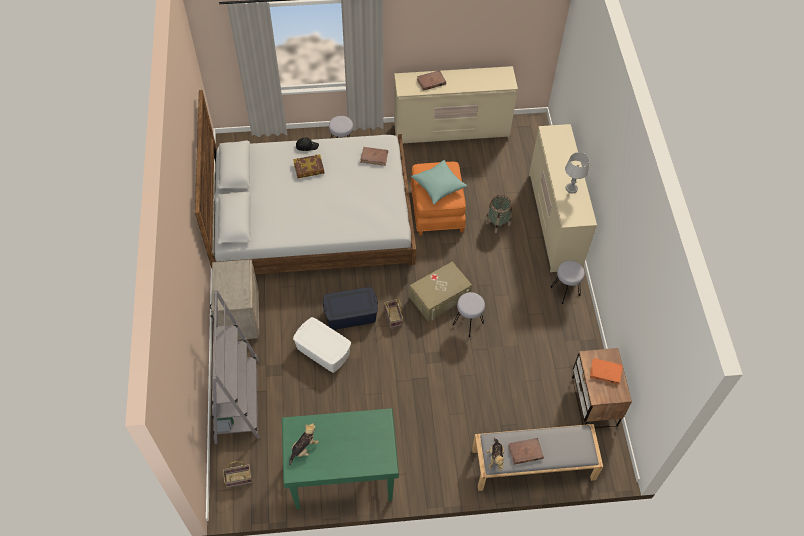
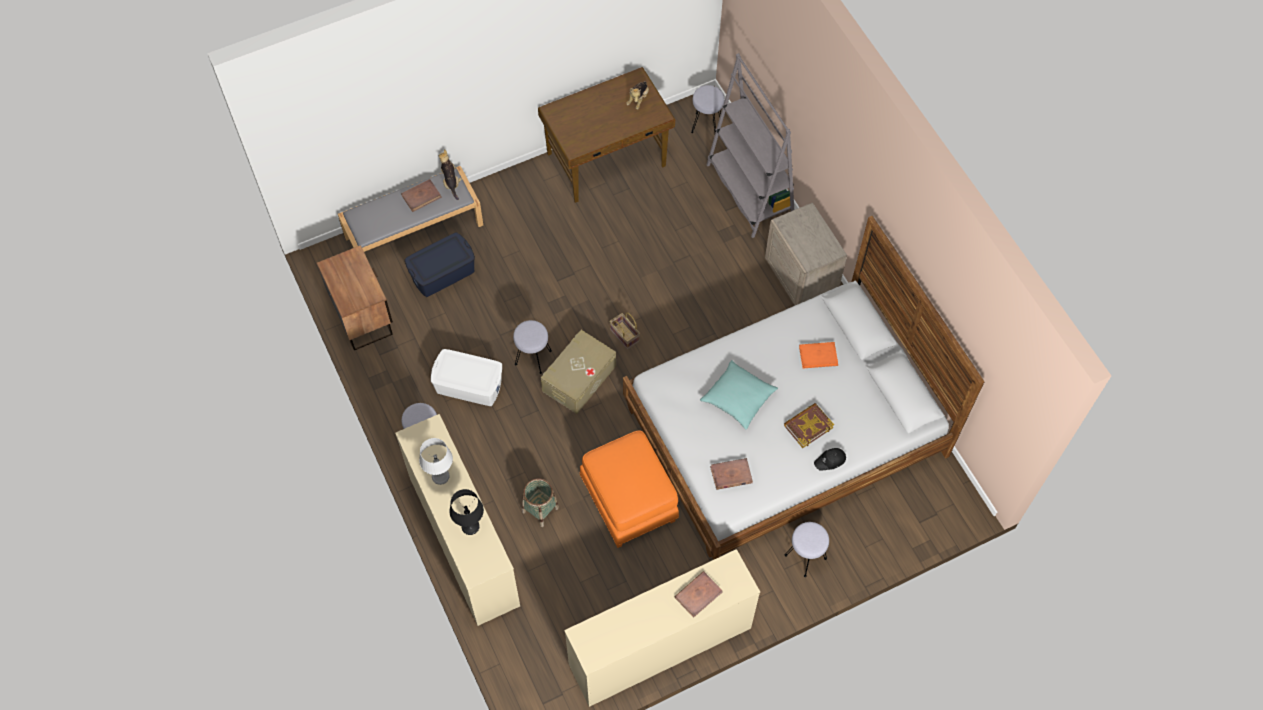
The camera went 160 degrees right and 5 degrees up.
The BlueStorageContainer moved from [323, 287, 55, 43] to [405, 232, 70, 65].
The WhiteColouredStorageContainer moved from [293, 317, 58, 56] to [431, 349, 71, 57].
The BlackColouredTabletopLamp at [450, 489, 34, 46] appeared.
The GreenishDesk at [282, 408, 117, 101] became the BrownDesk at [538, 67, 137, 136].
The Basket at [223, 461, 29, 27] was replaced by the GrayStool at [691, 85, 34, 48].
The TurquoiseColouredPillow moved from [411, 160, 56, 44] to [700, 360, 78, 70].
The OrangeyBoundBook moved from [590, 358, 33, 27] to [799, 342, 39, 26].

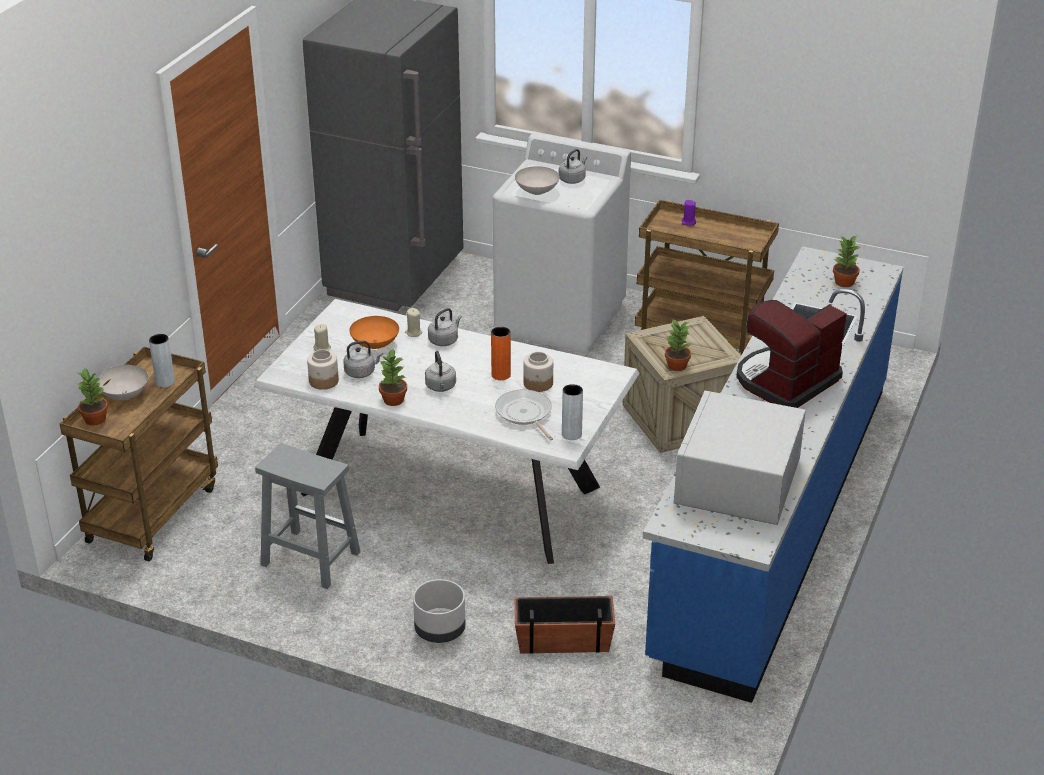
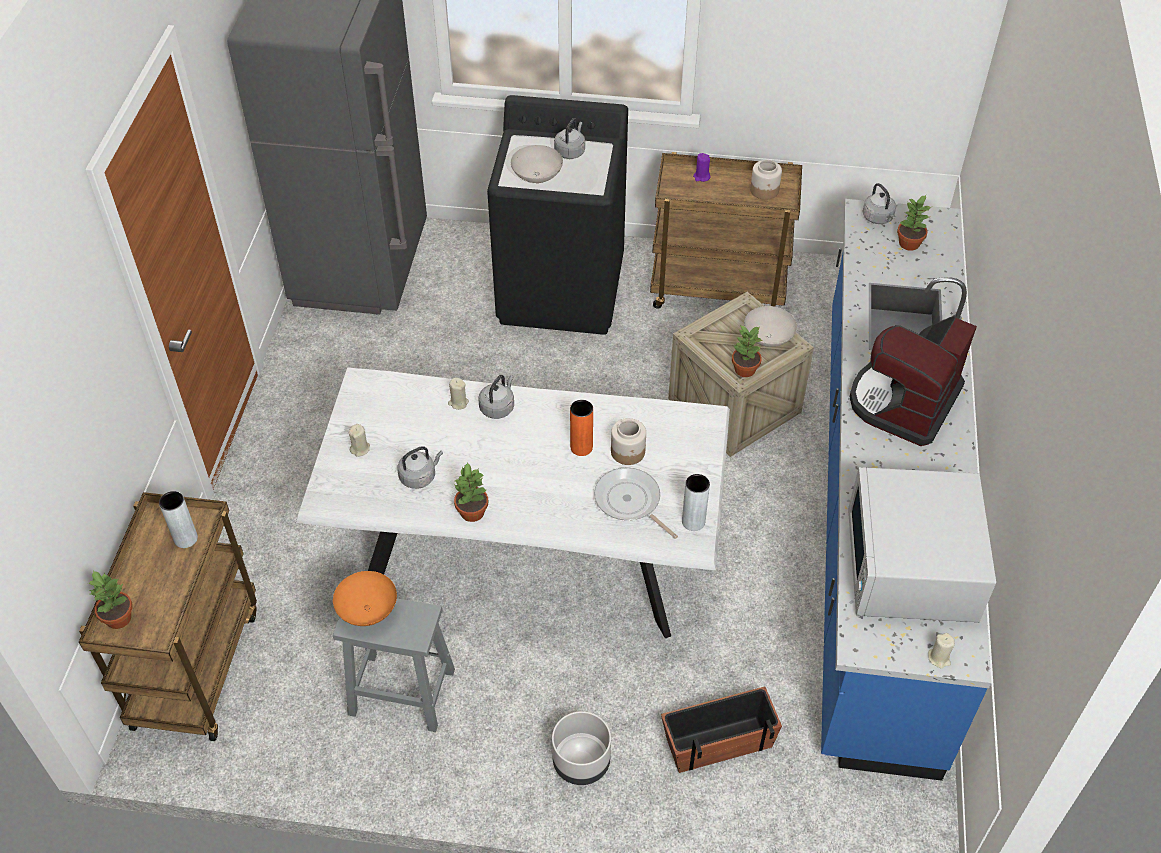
The camera went 15 degrees left and 15 degrees up.
The OrangeyServingBowl moved from [349, 316, 50, 33] to [333, 571, 64, 55].
The WhiteColouredWashingMachine at [493, 133, 138, 220] became the BlackColouredWashingMachine at [487, 95, 141, 240].
The WhiteColouredServingBowl moved from [97, 365, 51, 35] to [744, 306, 53, 41].
The Jar moved from [307, 349, 32, 41] to [750, 160, 32, 40].
The GrayWaterKettle moved from [425, 351, 31, 41] to [863, 183, 33, 41].
The BeigeWaxCandle at [928, 633, 27, 35] appeared.

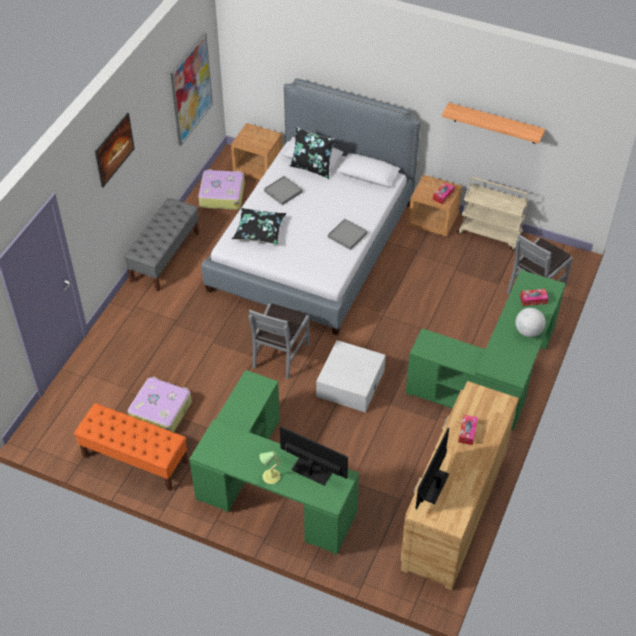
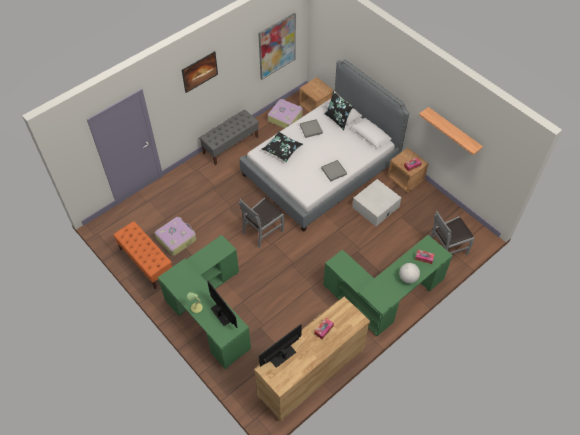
The camera went 25 degrees right and 5 degrees up.
The WhiteColouredStorageContainer moved from [316, 340, 70, 73] to [352, 179, 49, 47].
The BeigeCart at [458, 177, 70, 73] disappeared.

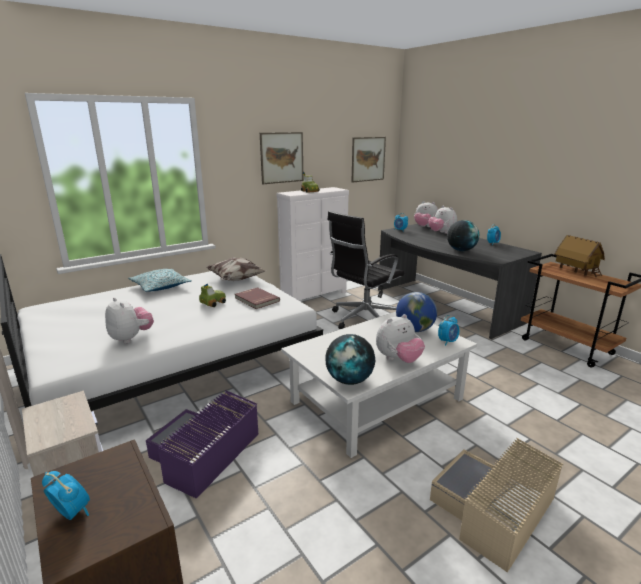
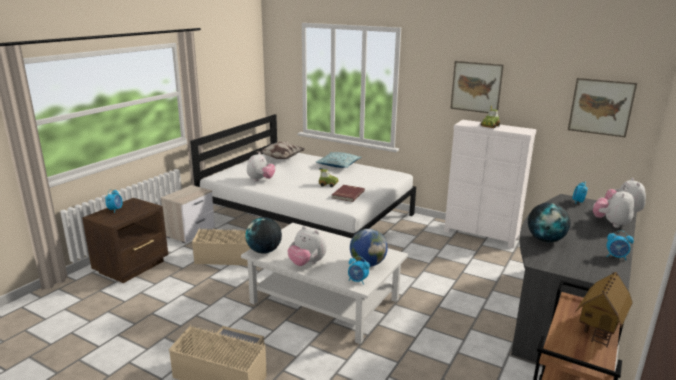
The camera went 65 degrees right and 0 degrees up.
The PurplishStorageContainer at [146, 390, 112, 109] became the BeigeStorageContainer at [192, 228, 59, 37].
The Pillow moved from [206, 257, 60, 24] to [257, 141, 48, 18].
The BlackColouredComputerChair at [327, 211, 77, 118] disappeared.

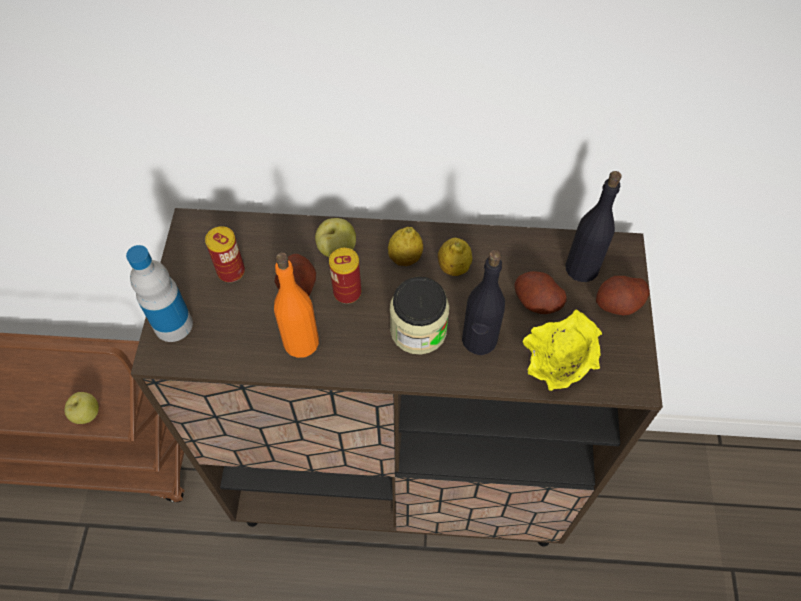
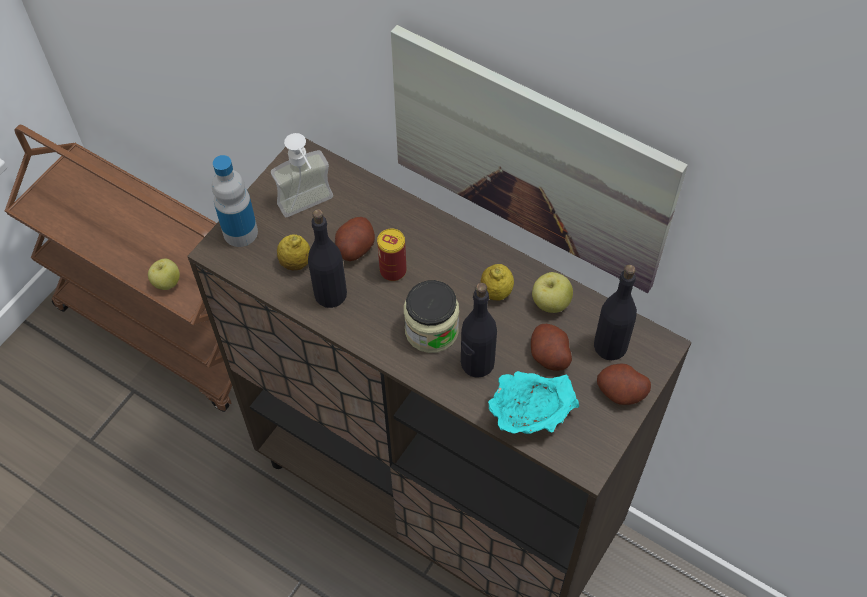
The camera went 30 degrees right and 0 degrees up.
The MetalCan at [205, 226, 40, 57] was replaced by the LiquidSoapBottle at [271, 133, 62, 84].
The Lemon moved from [388, 227, 35, 39] to [277, 234, 33, 36].
The OrangeyBottle at [274, 253, 45, 105] became the BlackColouredBottle at [308, 209, 39, 99].
The WallPicture at [391, 25, 297, 268] appeared.
The YellowColouredServingBowl at [523, 310, 79, 81] became the TurquoiseColouredServingBowl at [488, 371, 91, 63].
The AppleFruit moved from [315, 218, 41, 39] to [532, 272, 41, 41].

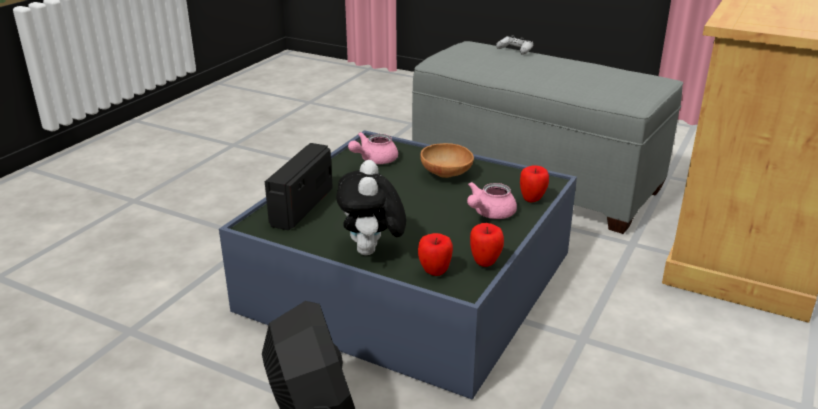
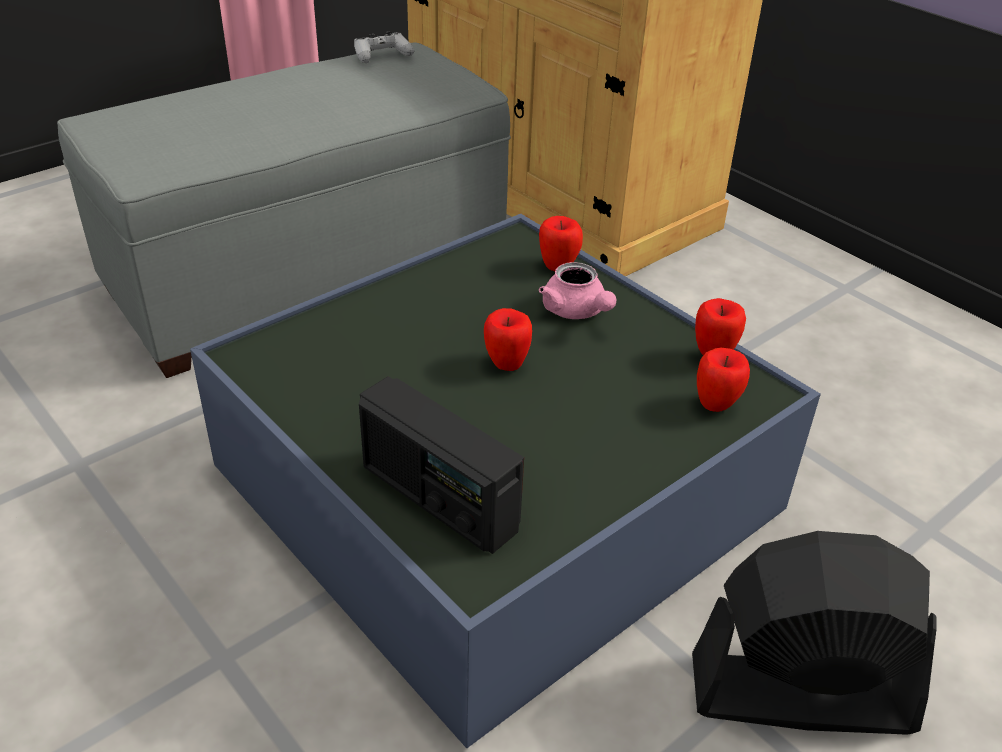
The camera went 70 degrees left and 10 degrees up.
The WhiteColouredGamepad moved from [496, 35, 37, 20] to [354, 31, 60, 32].
The AppleFruit at [484, 308, 48, 63] appeared.
The CuddlyToy at [336, 160, 70, 95] disappeared.
The PinkTeapot at [348, 132, 50, 32] disappeared.
The BrownServingBowl at [420, 143, 54, 35] disappeared.

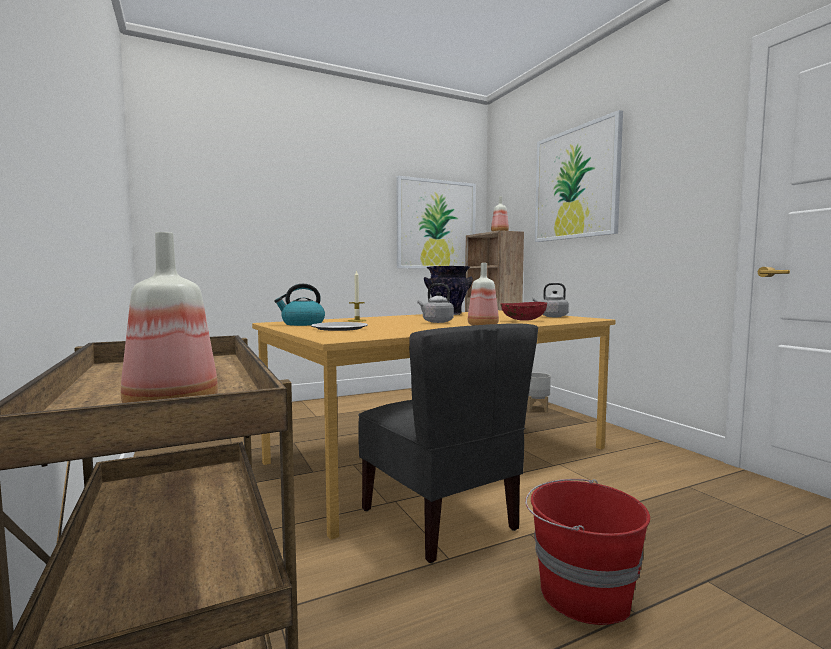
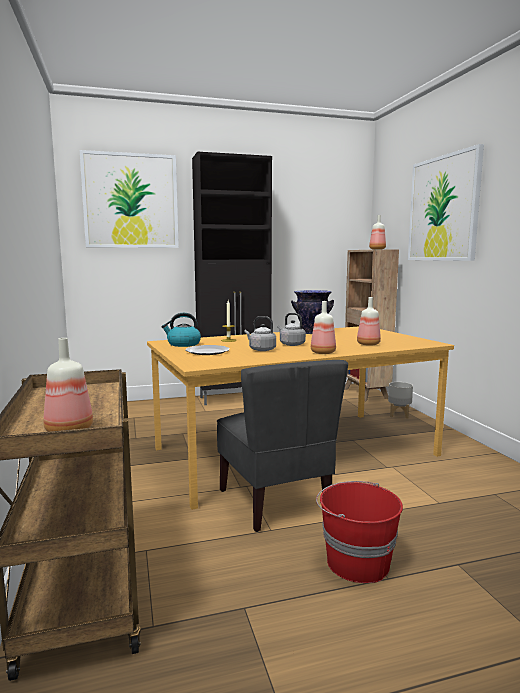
The camera went 10 degrees right and 5 degrees up.
The WallPicture moved from [396, 176, 80, 93] to [80, 150, 99, 98].
The BlackColouredCupboard at [192, 152, 80, 253] appeared.
The GrayWaterKettle moved from [532, 283, 37, 34] to [245, 316, 31, 35].
The ReddishServingBowl at [500, 302, 47, 19] was replaced by the Bottle at [357, 297, 24, 49].

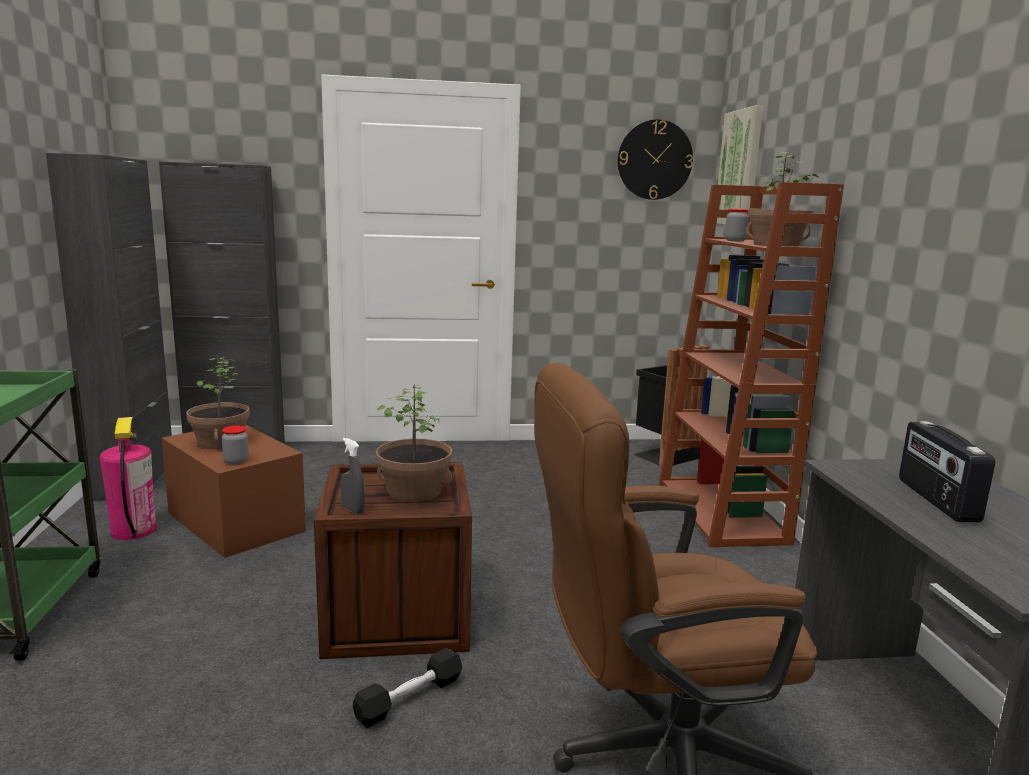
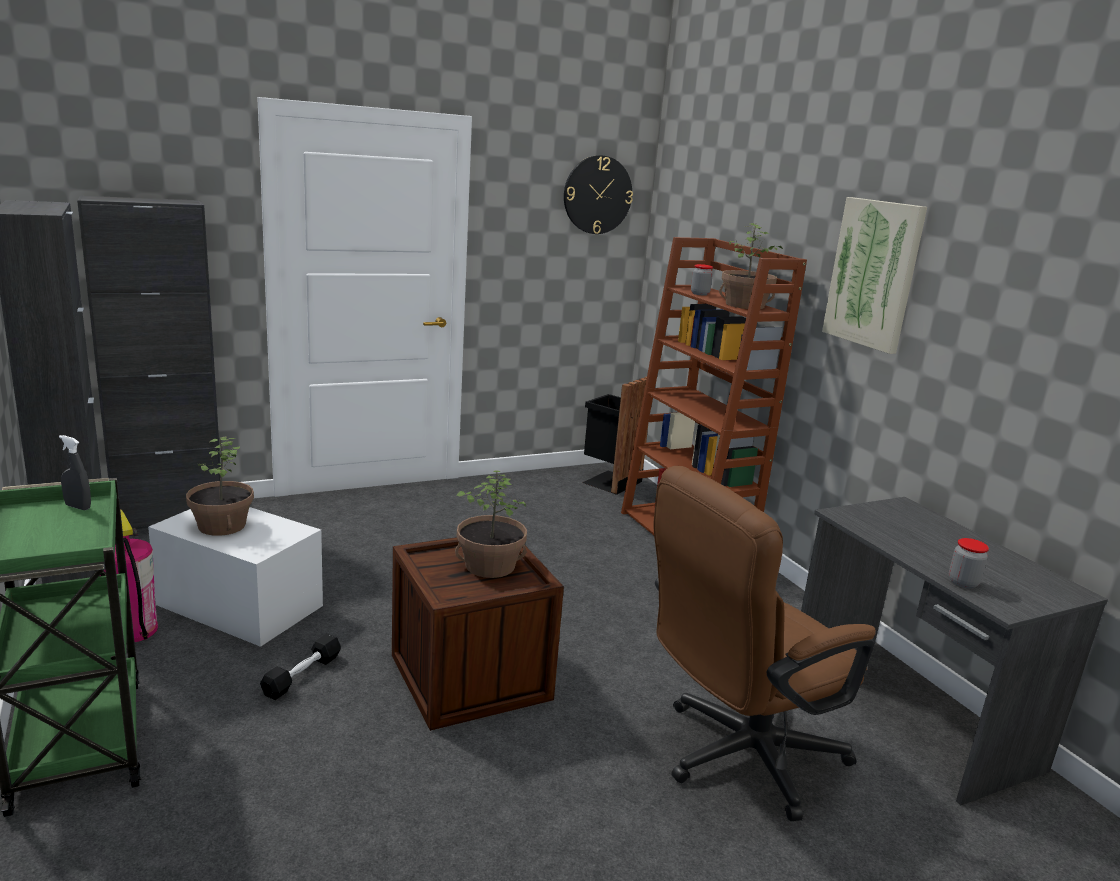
The camera went 20 degrees left and 5 degrees up.
The GraySprayBottle moved from [340, 438, 25, 76] to [59, 435, 32, 75].
The BrownStorageContainer at [162, 425, 144, 133] became the WhiteColouredStorageContainer at [148, 507, 175, 140].
The BlackColouredDumbbell moved from [353, 648, 109, 80] to [260, 634, 81, 66].
The WallPicture moved from [716, 105, 47, 119] to [822, 197, 105, 157].
The Jar moved from [222, 425, 27, 40] to [949, 538, 40, 50].
The RadioSet at [899, 421, 96, 101] disappeared.

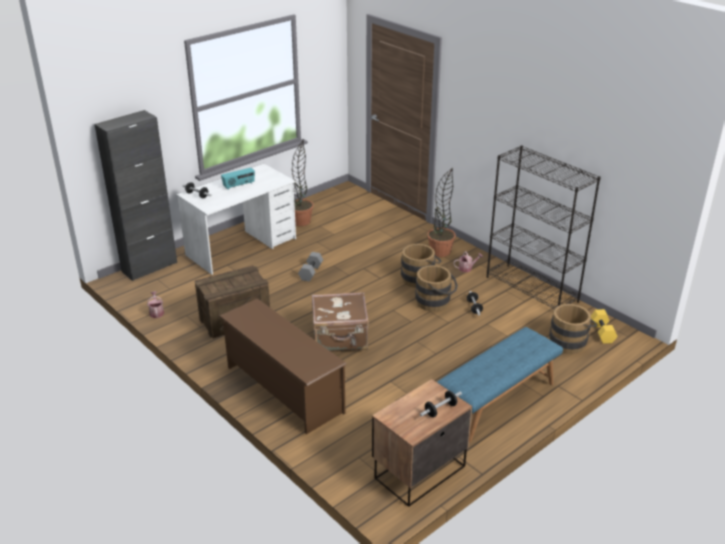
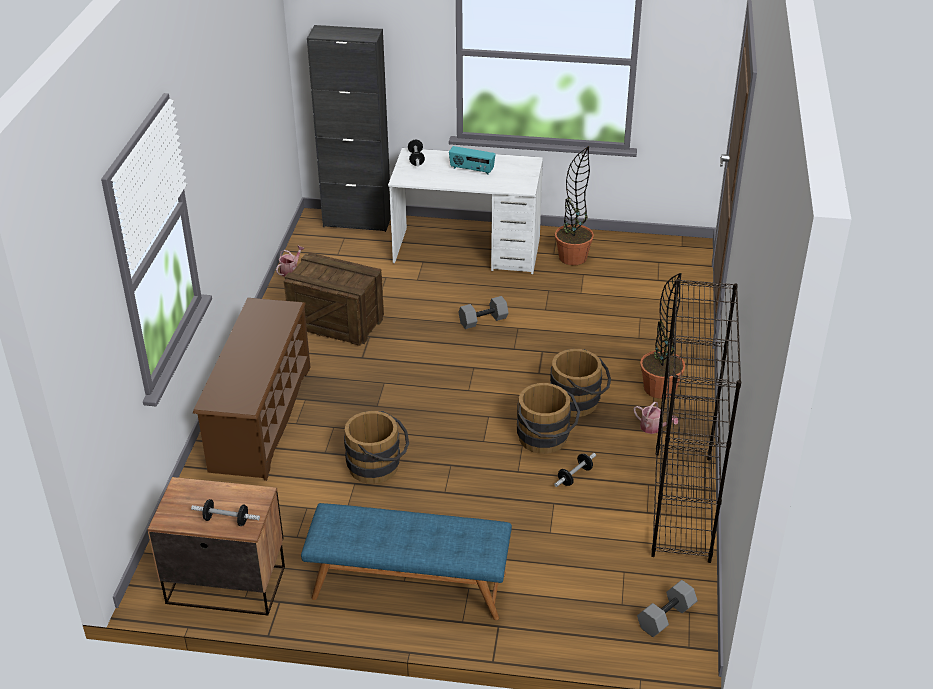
The camera went 50 degrees right and 5 degrees up.
The BrownWaterBucket moved from [549, 304, 48, 50] to [344, 411, 65, 73].
The YellowColouredDumbbell at [591, 309, 27, 35] became the GrayDumbbell at [637, 580, 61, 57].
The BrownPieceOfLuggage at [312, 292, 57, 60] disappeared.

